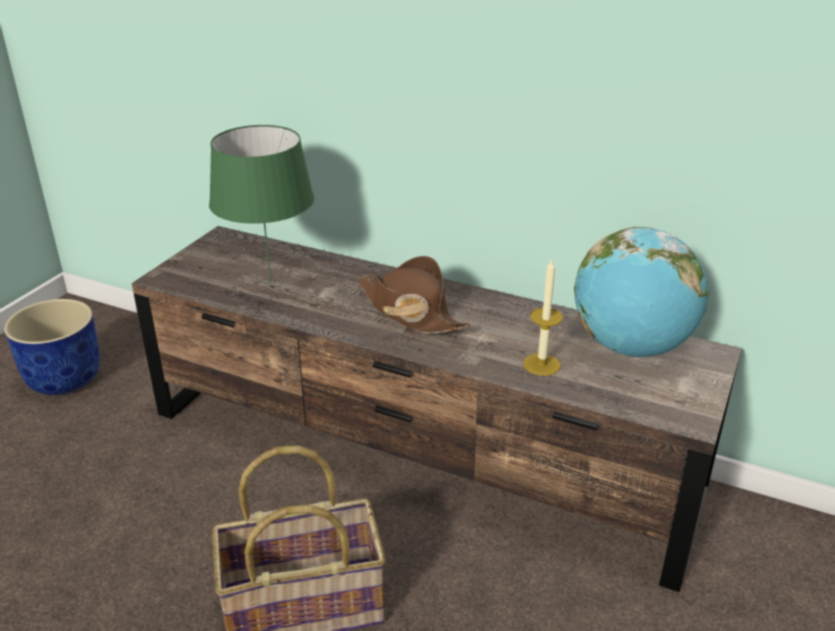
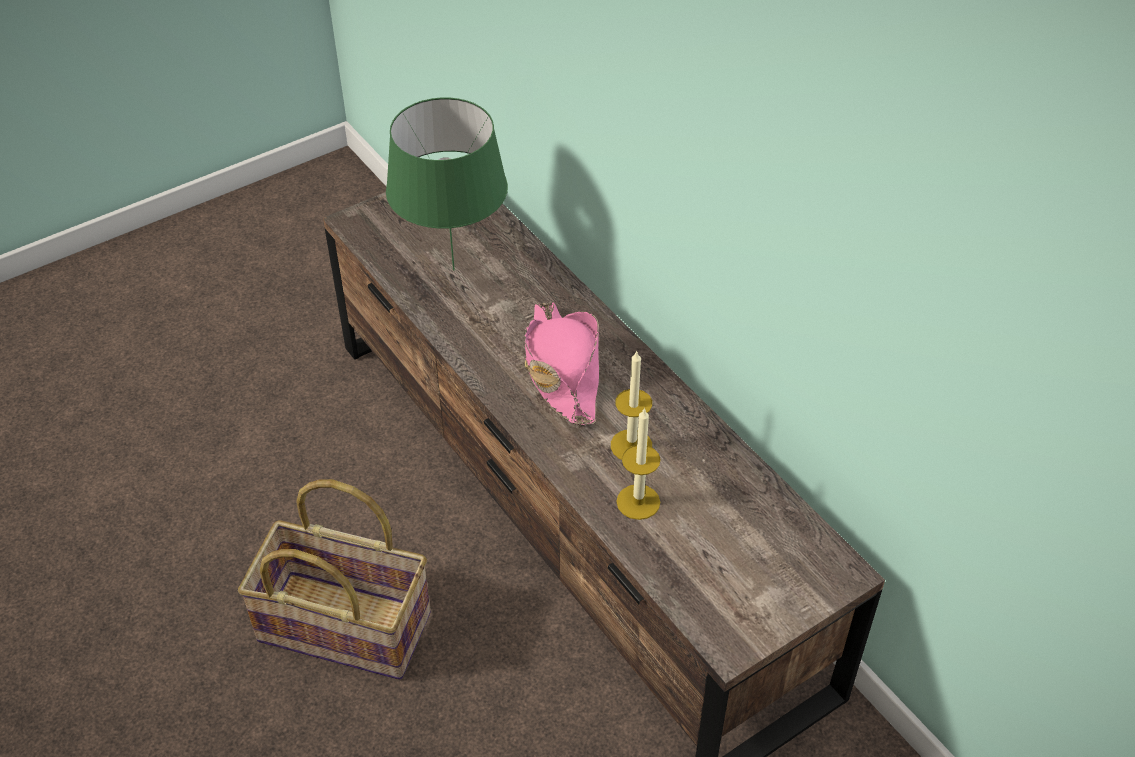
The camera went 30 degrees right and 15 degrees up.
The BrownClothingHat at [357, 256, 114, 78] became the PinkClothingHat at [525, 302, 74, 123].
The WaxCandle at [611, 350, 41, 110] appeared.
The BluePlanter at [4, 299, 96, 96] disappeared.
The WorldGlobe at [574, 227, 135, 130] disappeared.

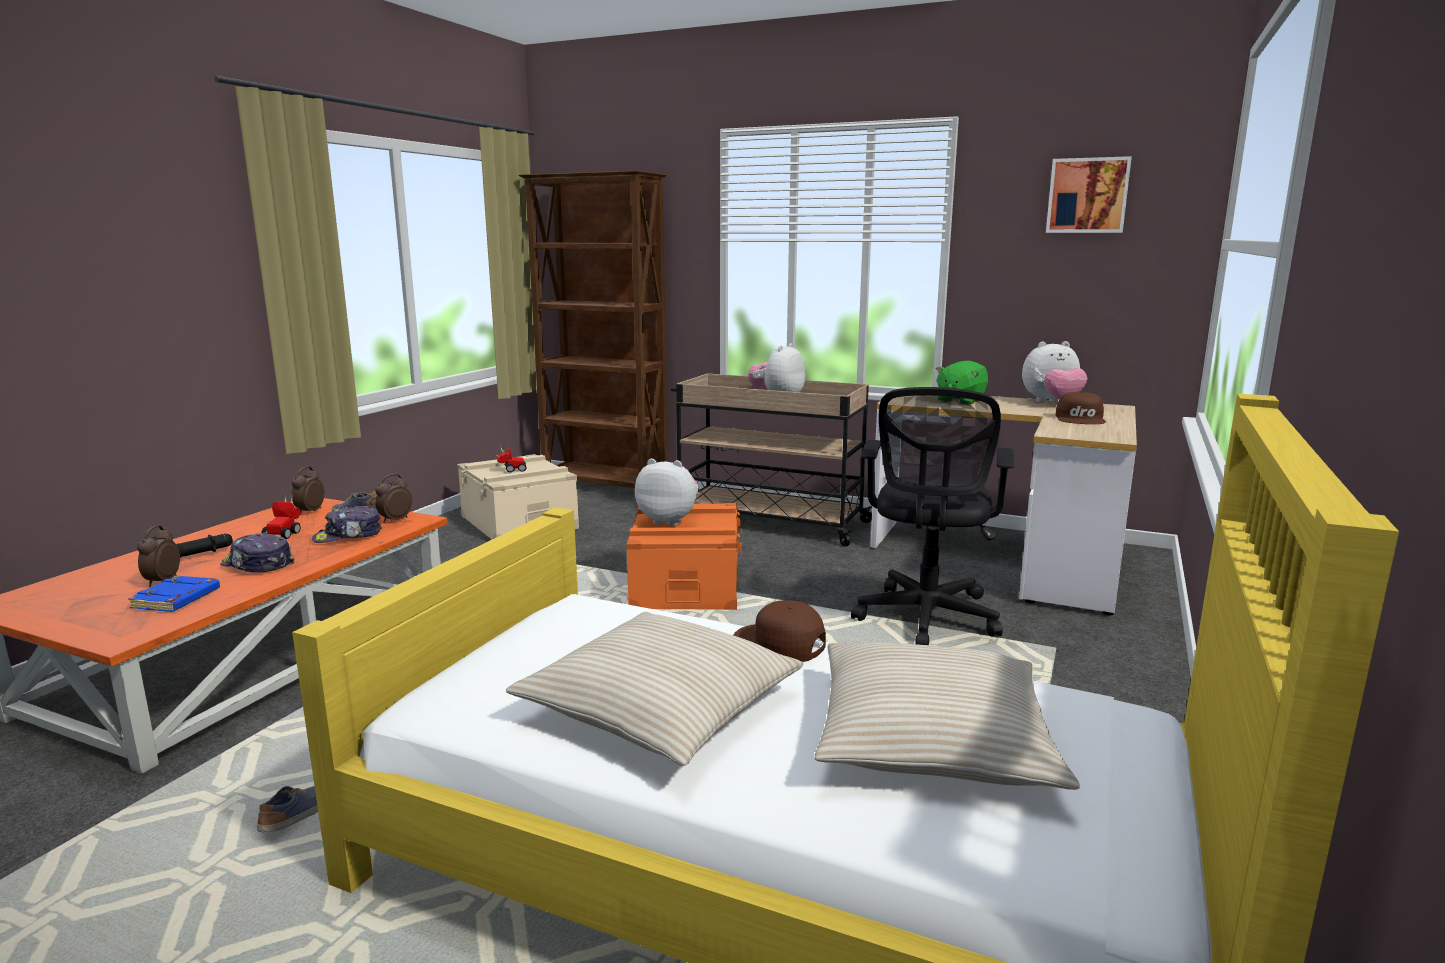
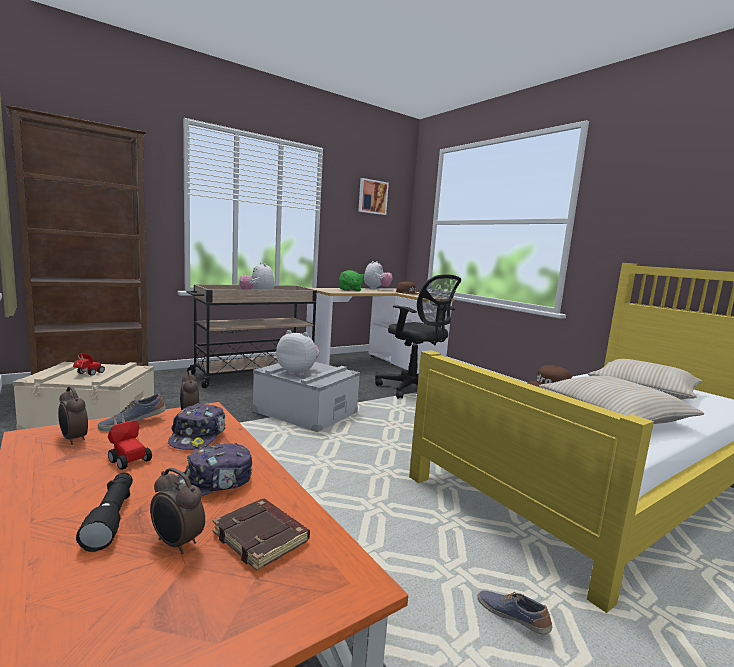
The camera went 60 degrees left and 5 degrees down.
The BlueBoundBook at [128, 575, 92, 37] became the BrownBoundBook at [212, 499, 98, 72].
The OrangeyStorageContainer at [627, 503, 115, 107] became the GrayStorageContainer at [253, 362, 107, 70].
The CuddlyToy at [635, 458, 64, 68] turned 60 degrees clockwise.

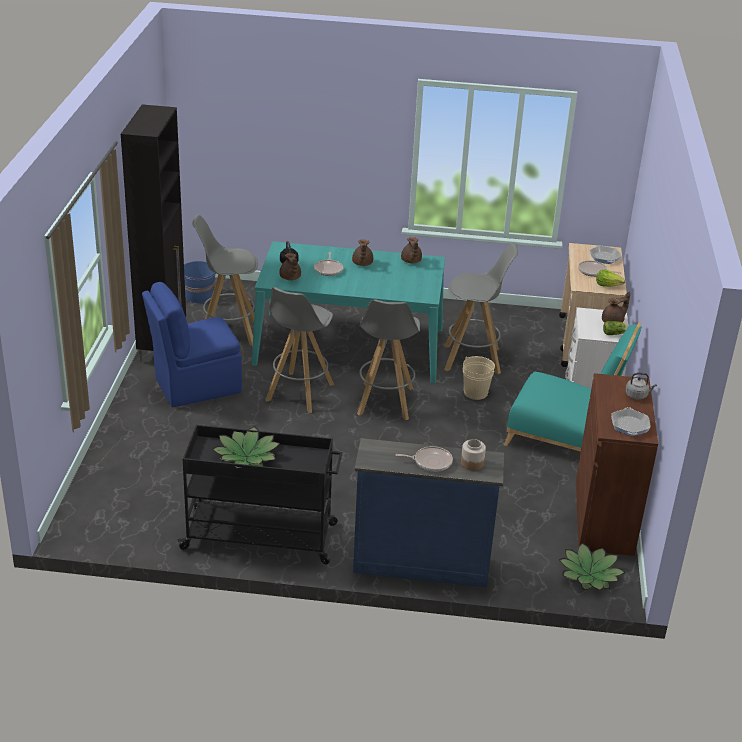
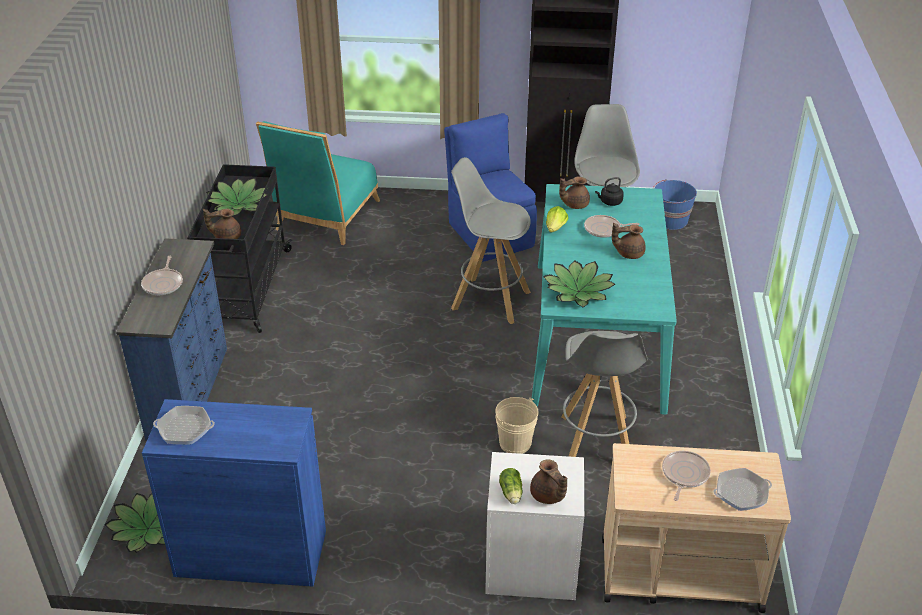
The camera went 90 degrees right and 5 degrees up.
The BrownCupboard at [576, 373, 82, 183] became the BlueCupboard at [142, 399, 184, 188].
The BrownTeapot moved from [401, 237, 21, 26] to [203, 209, 38, 30].
The TurquoiseColouredUprightChair moved from [503, 322, 139, 130] to [256, 121, 124, 124].
The PlantInAPot at [543, 260, 72, 47] appeared.
The Lettuce moved from [596, 269, 29, 18] to [546, 206, 23, 26].
The GrayStool at [357, 299, 63, 121] disappeared.
The Jar at [461, 439, 25, 32] disappeared.
The GrayWaterKettle at [625, 372, 32, 28] disappeared.

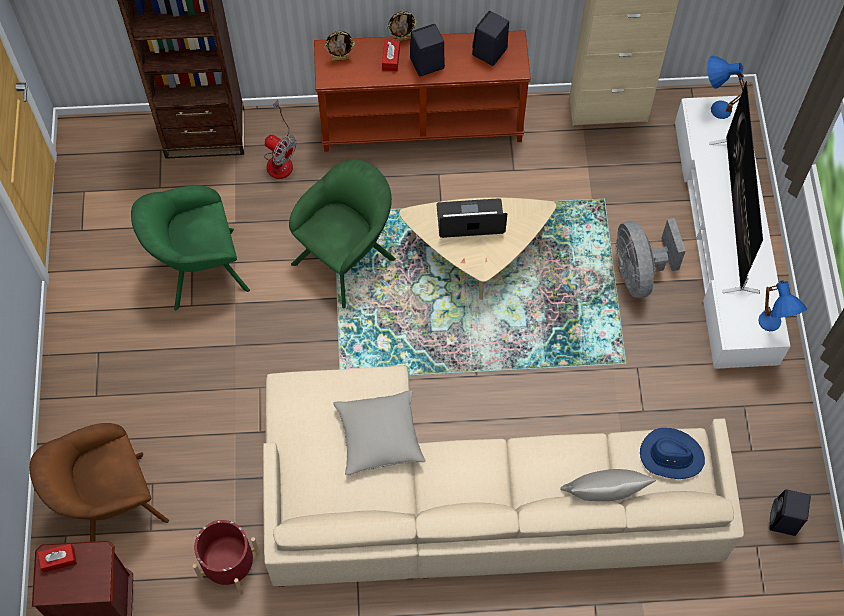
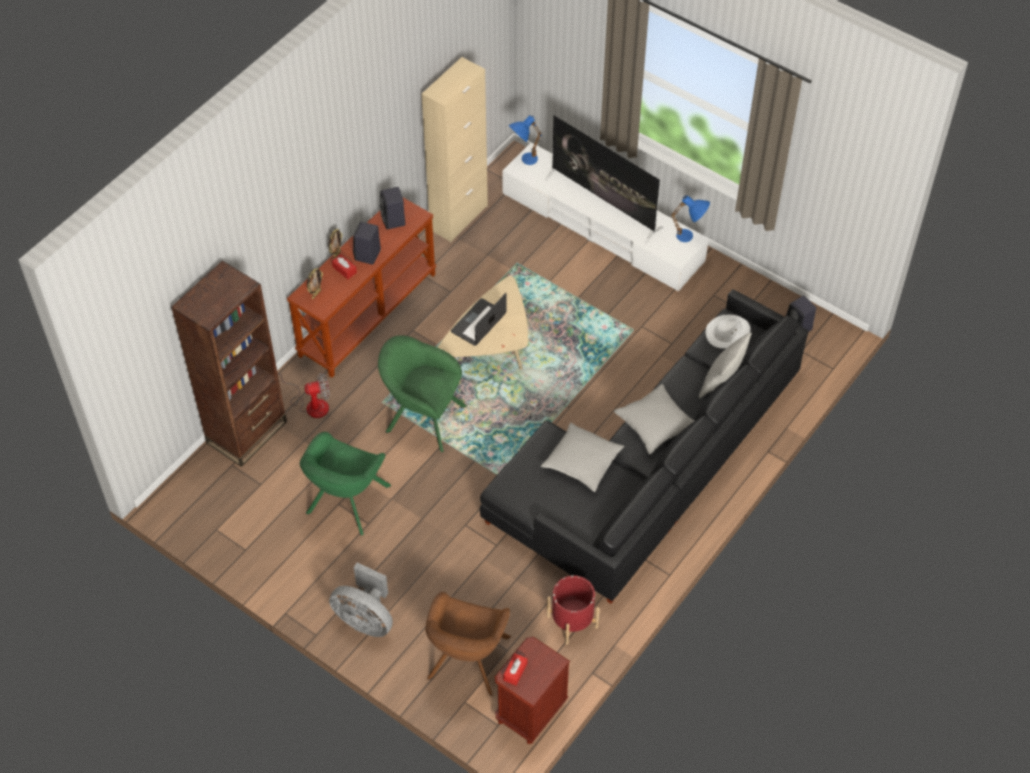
The camera went 50 degrees left and 10 degrees down.
The GrayFan moved from [615, 218, 71, 80] to [329, 562, 64, 75].
The GreenishArmchair at [289, 159, 107, 149] turned 60 degrees counterclockwise.
The BeigeSettee at [263, 366, 481, 221] became the BlackColouredSettee at [480, 289, 329, 315].
The GrayPillow at [614, 384, 81, 70] appeared.
The BlueClothingHat at [640, 428, 65, 51] became the WhiteColouredClothingHat at [706, 315, 45, 34].

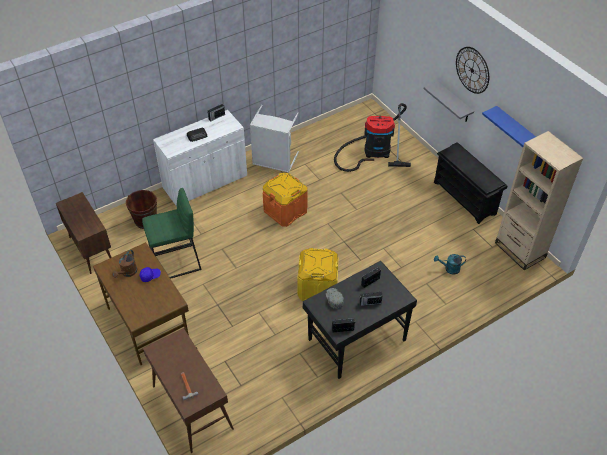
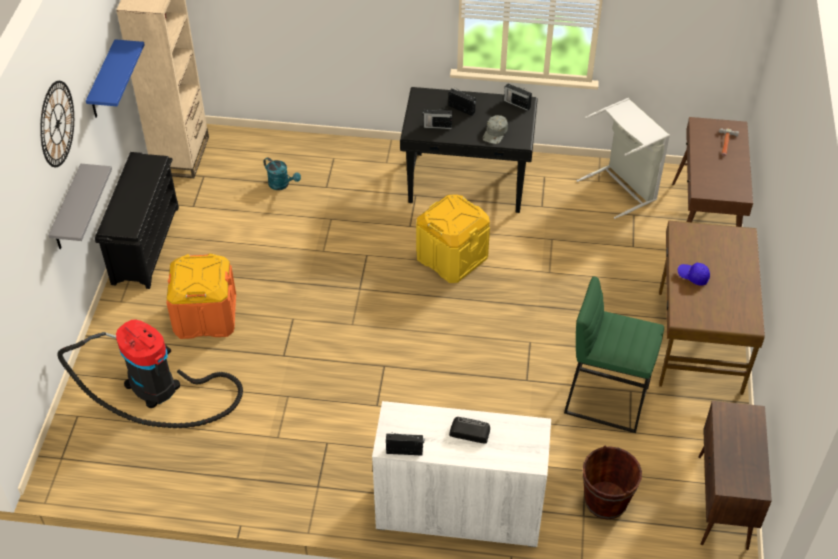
The camera went 140 degrees left and 0 degrees up.
The OrangeyStorageContainer moved from [263, 173, 45, 54] to [167, 253, 69, 86].
The GrayWashingBasket moved from [250, 105, 49, 68] to [576, 98, 94, 121].
The BrownWateringPot at [112, 250, 25, 28] disappeared.

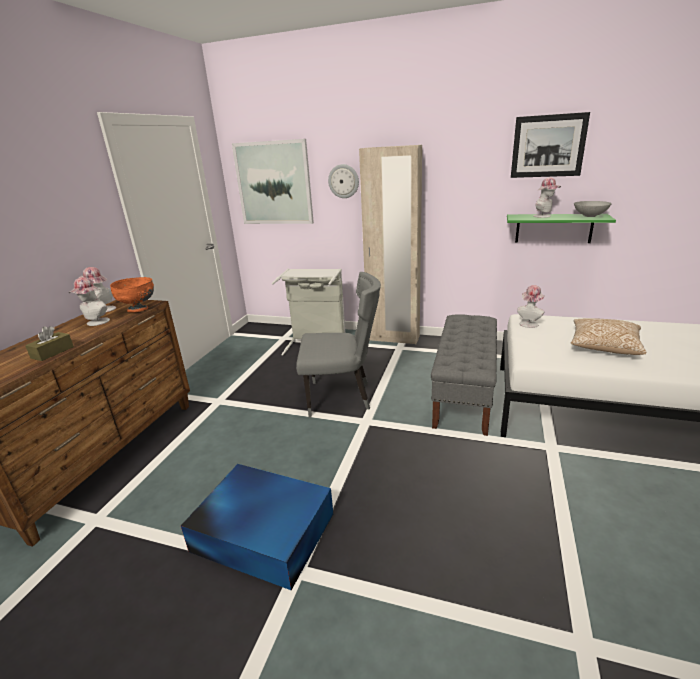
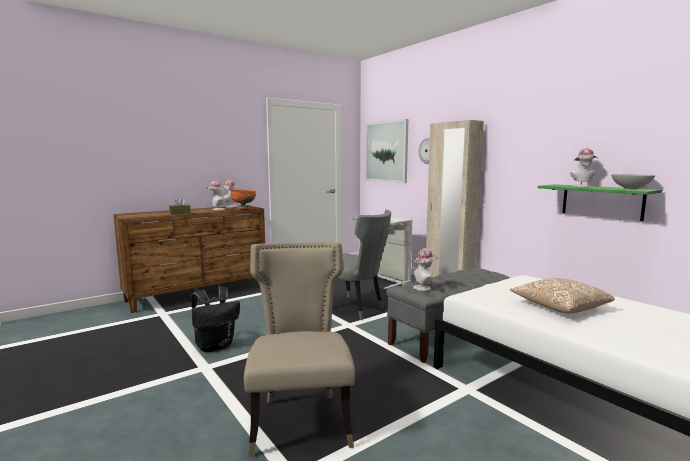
The camera went 35 degrees right and 15 degrees down.
The BlueStorageContainer at [181, 464, 152, 126] was replaced by the BlackColouredKnapsack at [191, 286, 49, 67].
The BeigeUprightChair at [244, 242, 111, 215] appeared.
The ClothingHat moved from [517, 285, 28, 43] to [413, 248, 25, 43].
The WallPicture at [511, 112, 79, 66] disappeared.

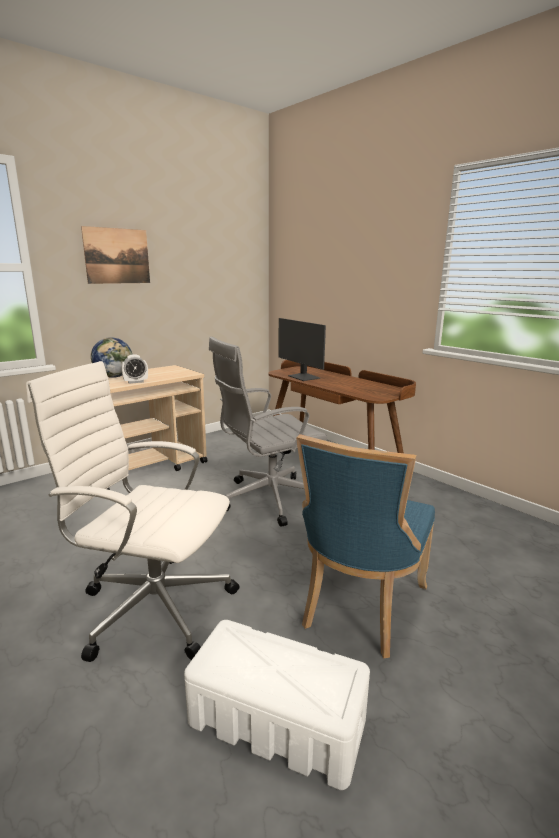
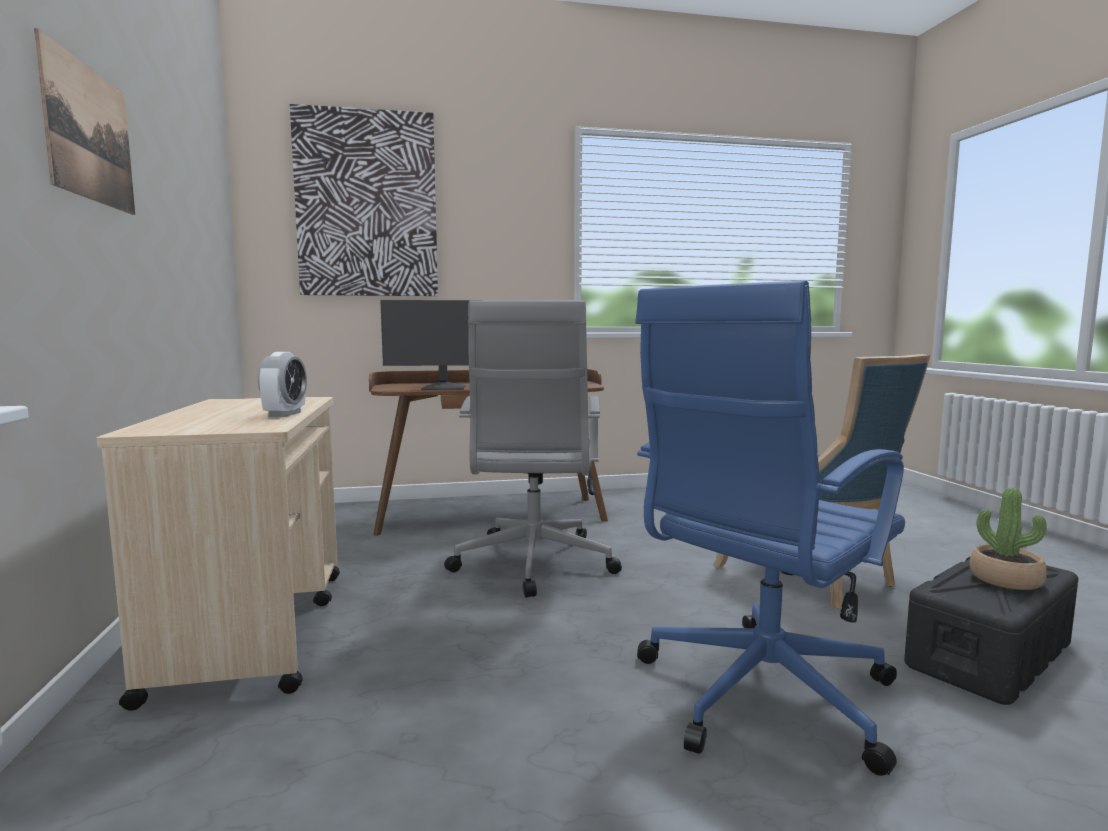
The camera went 60 degrees left and 10 degrees down.
The WallPicture at [290, 104, 148, 192] appeared.
The WhiteColouredComputerChair at [26, 361, 213, 301] became the BlueComputerChair at [635, 280, 270, 496].
The WhiteColouredStorageContainer at [184, 620, 186, 170] became the BlackColouredStorageContainer at [904, 556, 174, 149].
The PlantInAPot at [969, 487, 78, 103] appeared.
The WorldGlobe at [90, 337, 43, 41] disappeared.

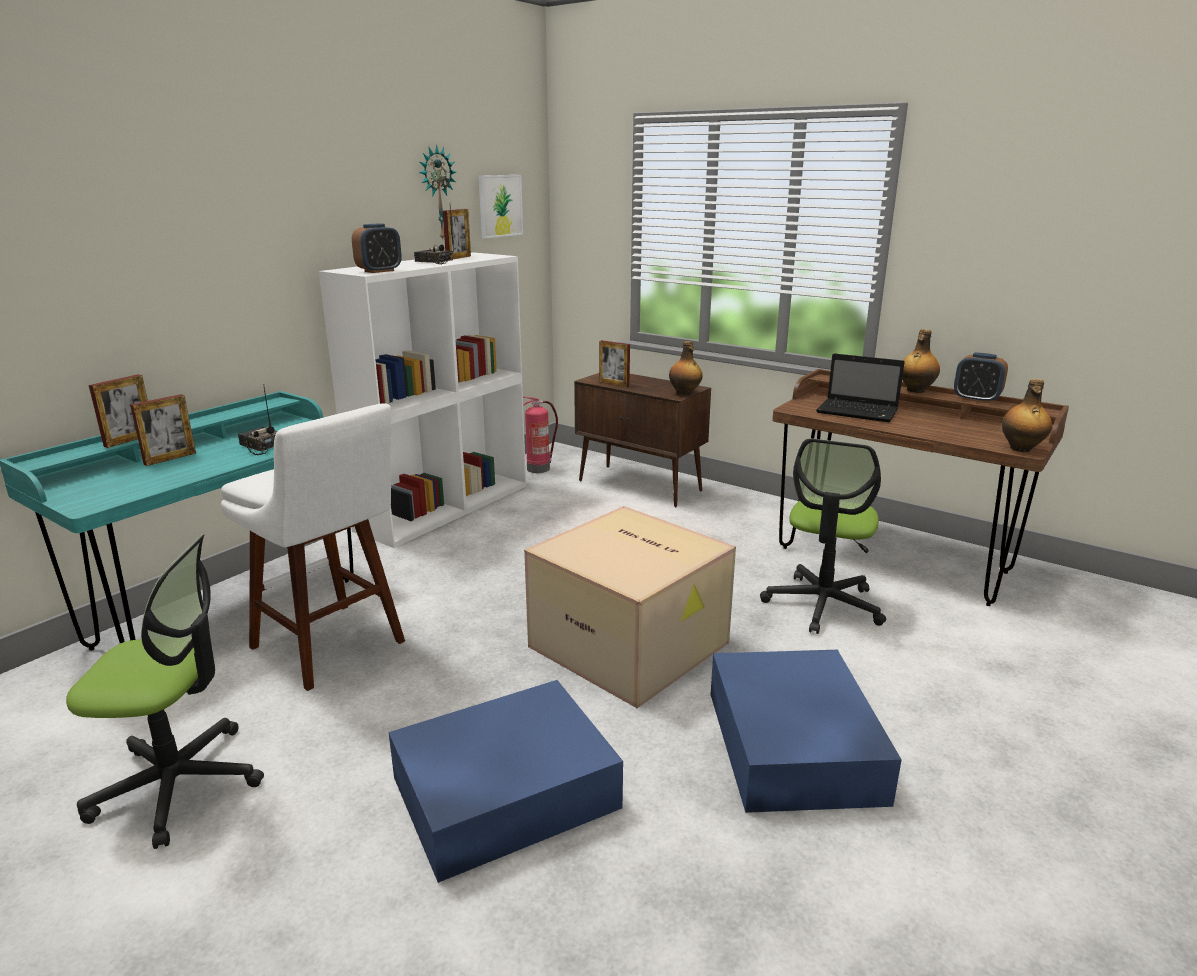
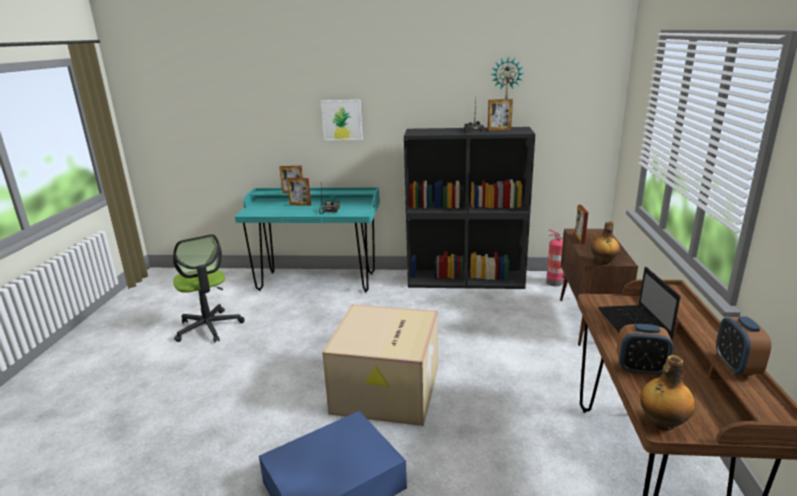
The camera went 60 degrees right and 0 degrees up.
The WallPicture moved from [479, 175, 44, 64] to [321, 100, 42, 40].
The WhiteColouredShelvingUnit at [319, 252, 207, 296] became the BlackColouredShelvingUnit at [404, 127, 131, 162].
The TableClock moved from [352, 223, 50, 50] to [617, 324, 56, 52].
The WhiteColouredStool at [221, 403, 184, 288] disappeared.
The BlueStorageContainer at [389, 680, 234, 203] disappeared.
The ComputerChair at [760, 438, 126, 196] disappeared.
The Bottle at [902, 329, 38, 64] disappeared.

